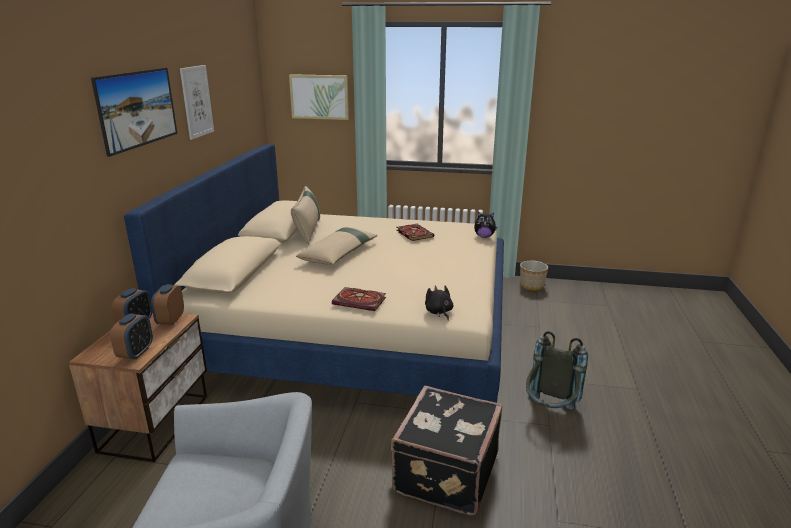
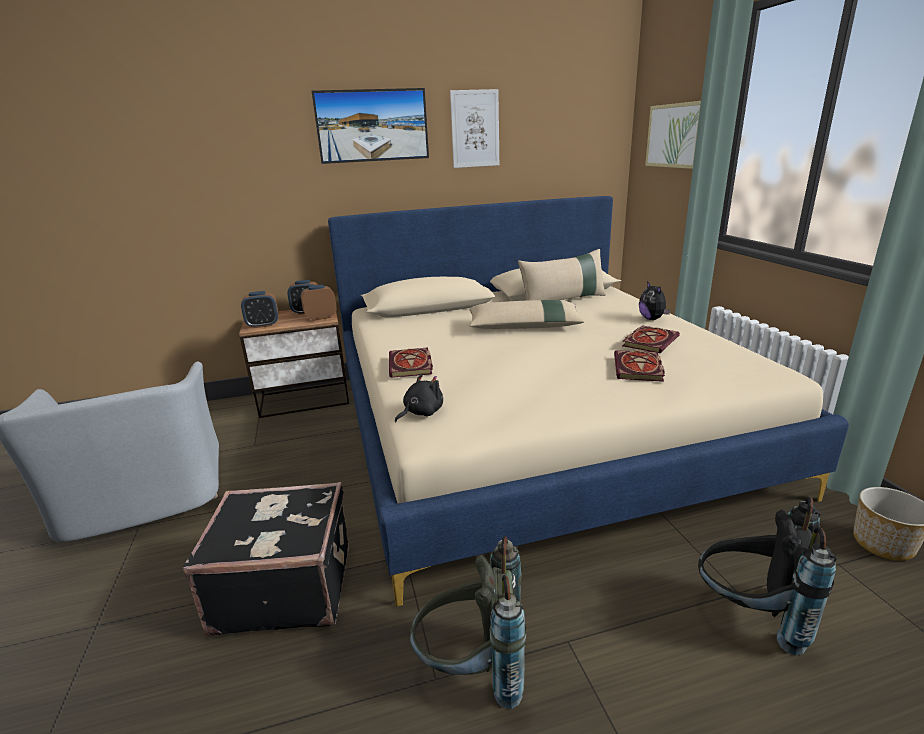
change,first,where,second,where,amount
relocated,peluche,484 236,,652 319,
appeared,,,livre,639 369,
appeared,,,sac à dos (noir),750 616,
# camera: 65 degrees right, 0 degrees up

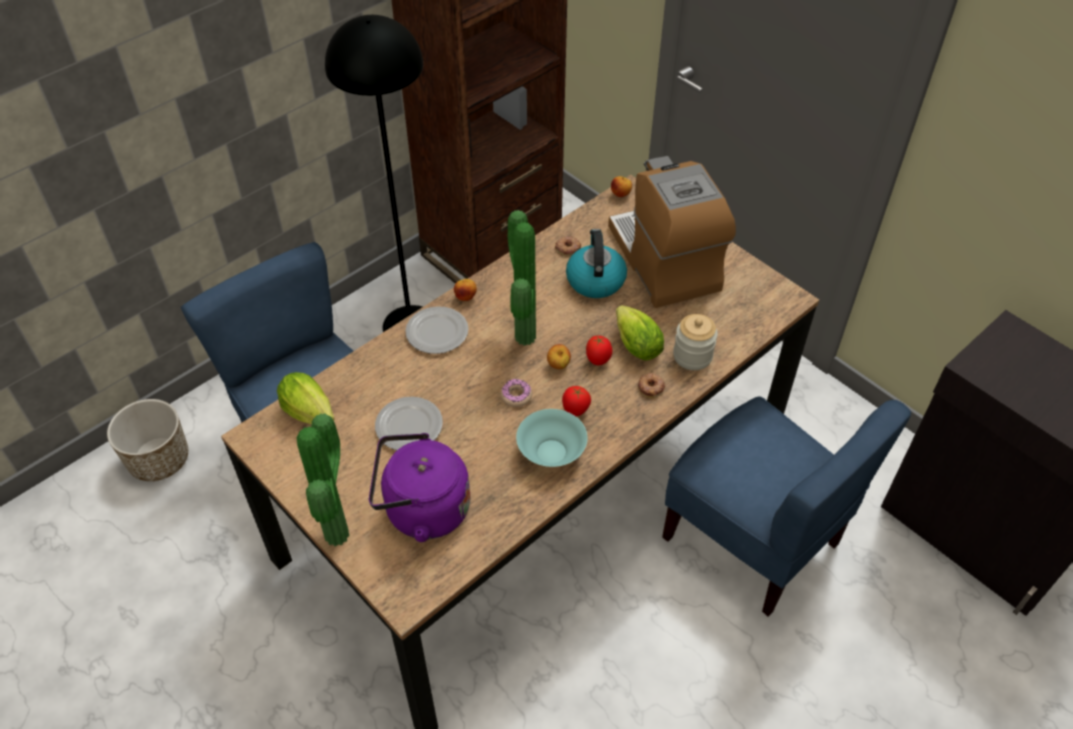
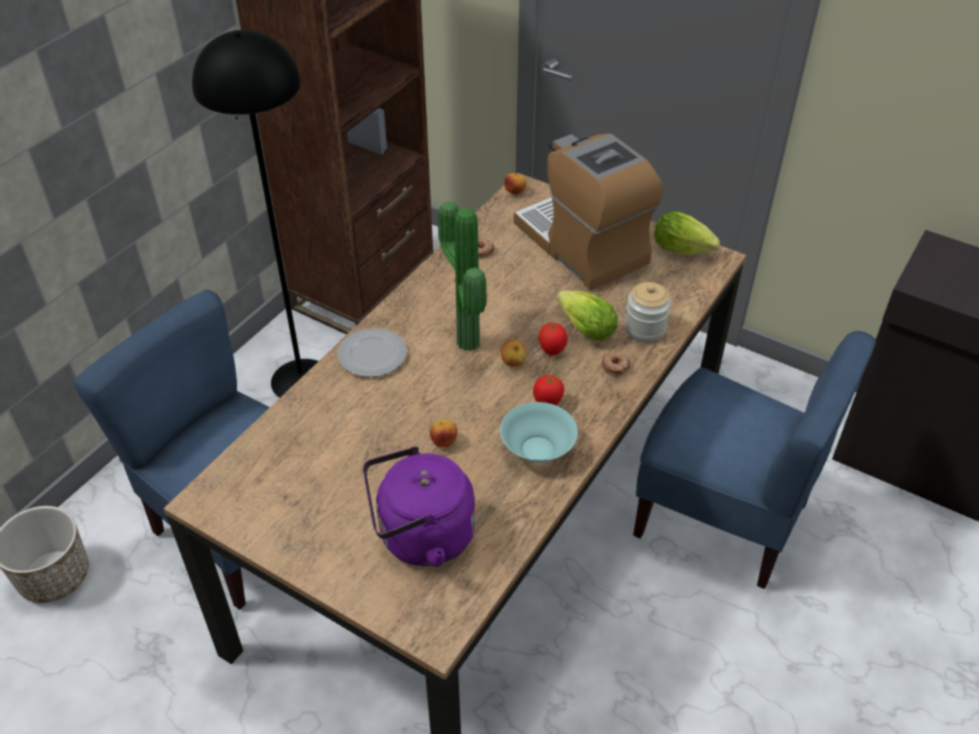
change,first,where,second,where,amount
missing,bouilloire,595 280,,,
relocated,pomme,465 297,,444 442,
relocated,laitue,312 415,,685 251,
missing,beignet,516 396,,,
missing,assiette,409 427,,,
missing,plante en pot,342 534,,,
# camera: 15 degrees left, 5 degrees down

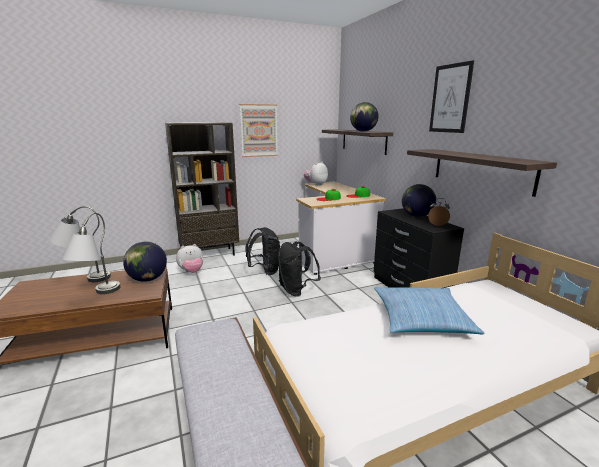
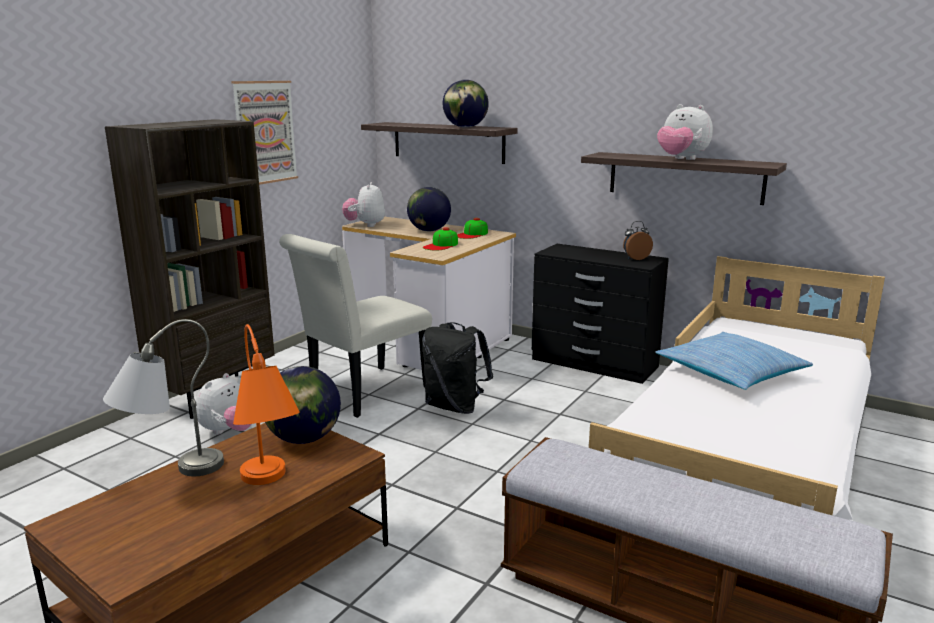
change,first,where,second,where,amount
missing,tableau,450 98,,,
relocated,globe,416 216,,429 230,
colour,lampe de table (gris),97 296,lampe de table (orange),269 488,
exchanged,sac à dos (noir),265 271,chaise (blanc),363 394,
appeared,,,peluche,681 159,
# camera: 35 degrees left, 0 degrees up

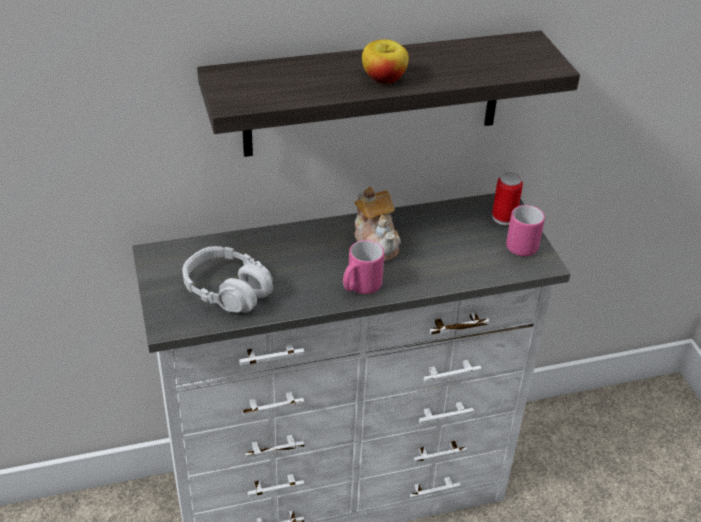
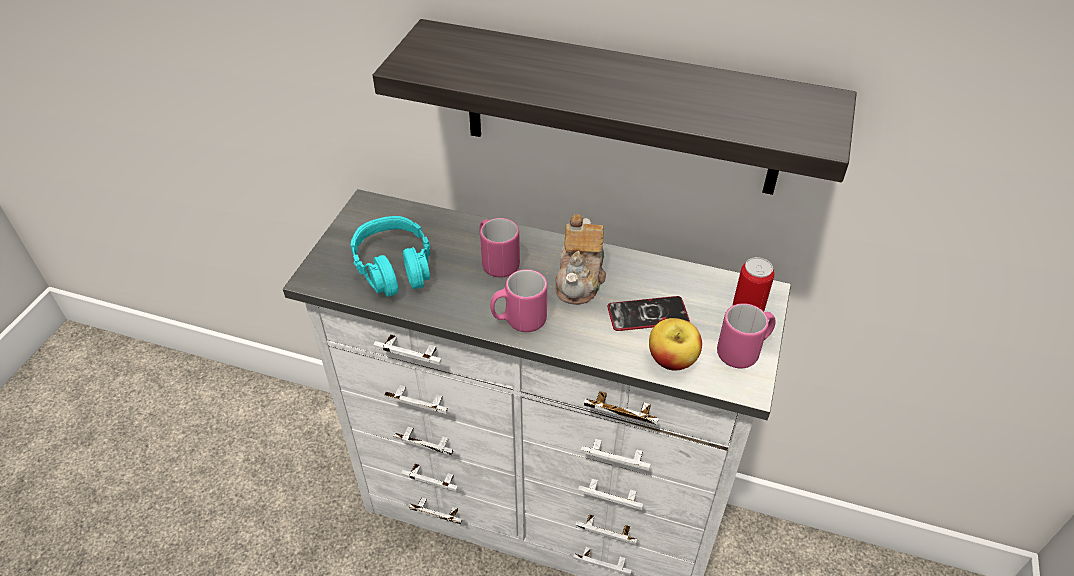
change,first,where,second,where,amount
relocated,pomme,384 79,,672 359,
colour,casque audio (gris),228 290,casque audio (turquoise),394 267,
appeared,,,mug (rose),497 262,
appeared,,,téléphone,647 315,
# camera: 35 degrees right, 5 degrees up

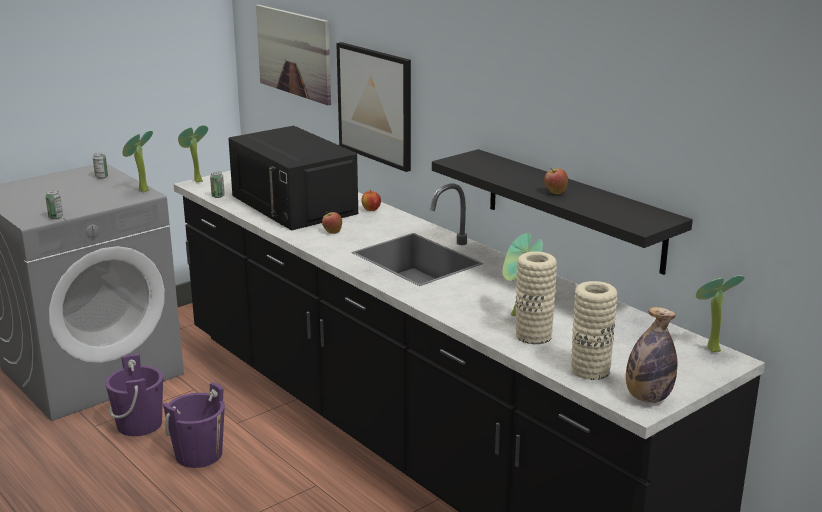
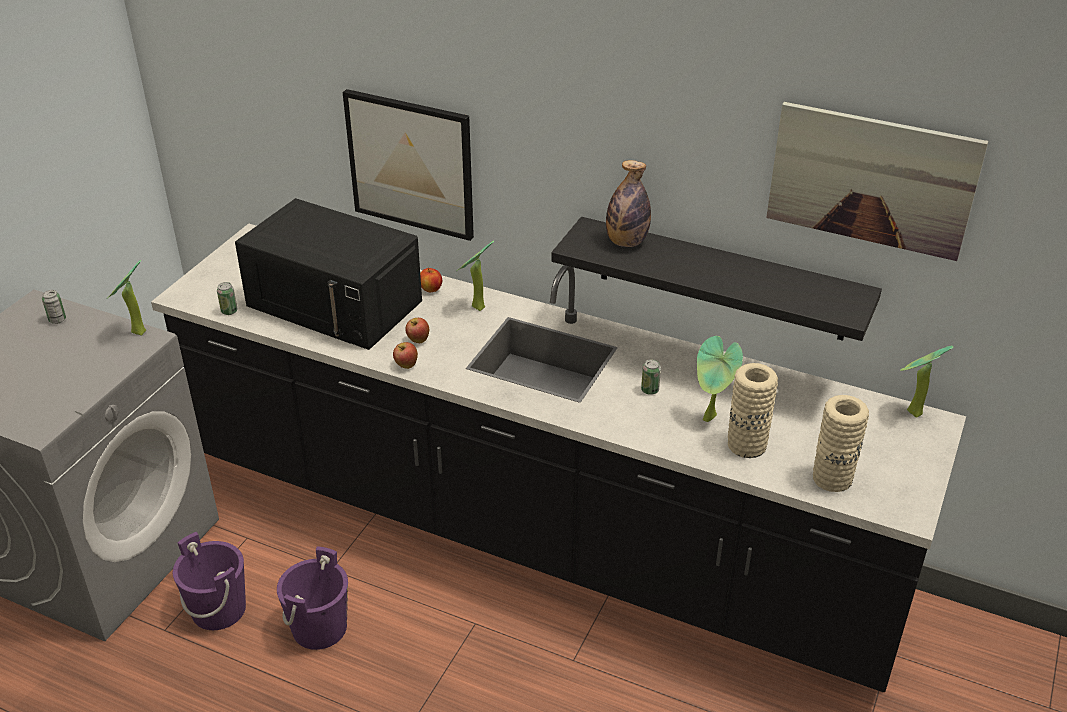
change,first,where,second,where,amount
relocated,tableau,294 53,,871 180,
relocated,plante en pot,196 181,,475 308,
relocated,pomme,555 192,,406 365,
relocated,boîte métallique,55 217,,650 390,
relocated,bouteille,648 398,,626 242,
# camera: 25 degrees left, 15 degrees up

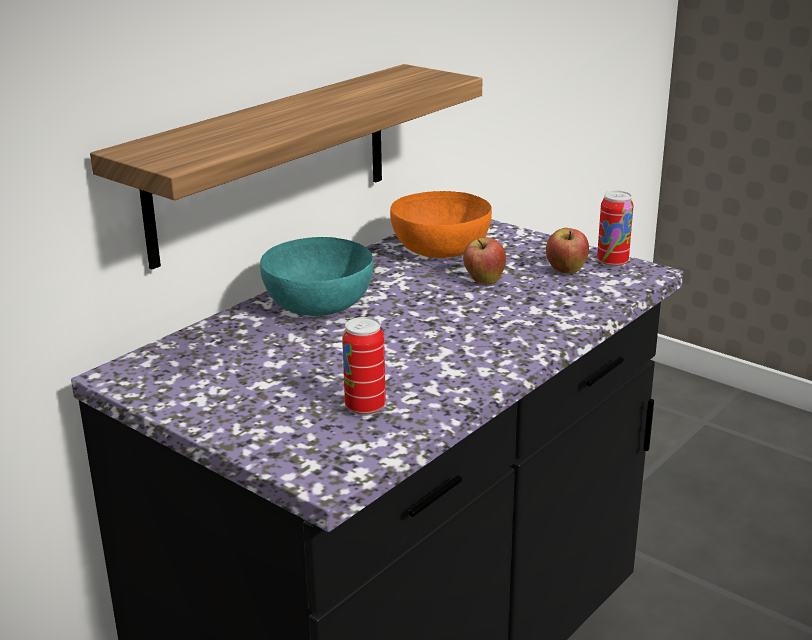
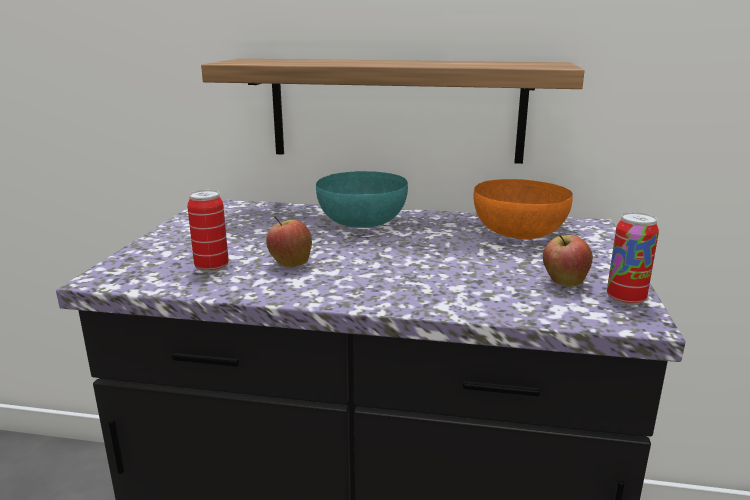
change,first,where,second,where,amount
relocated,pomme,484 281,,290 264,
# camera: 60 degrees right, 5 degrees down

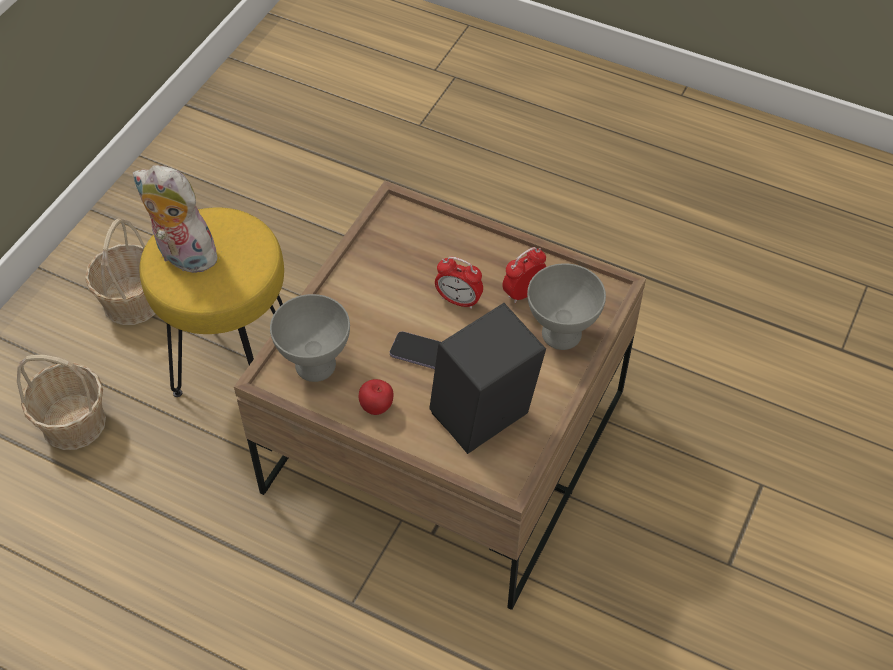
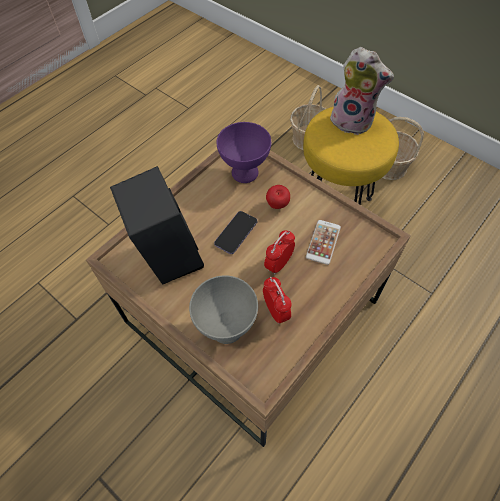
change,first,where,second,where,amount
spun,peluche,183 256,,353 121,75 degrees clockwise
colour,bol (gris),314 366,bol (violet),244 172,
relocated,pomme,377 407,,277 205,
appeared,,,téléphone,323 242,
# camera: 105 degrees right, 5 degrees up

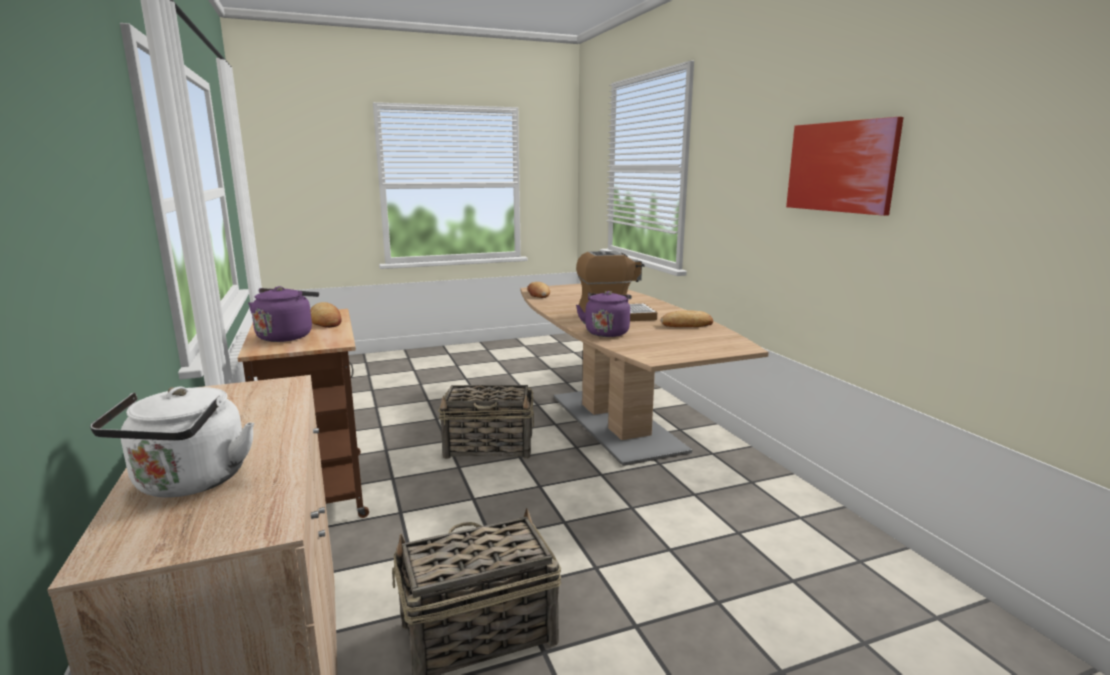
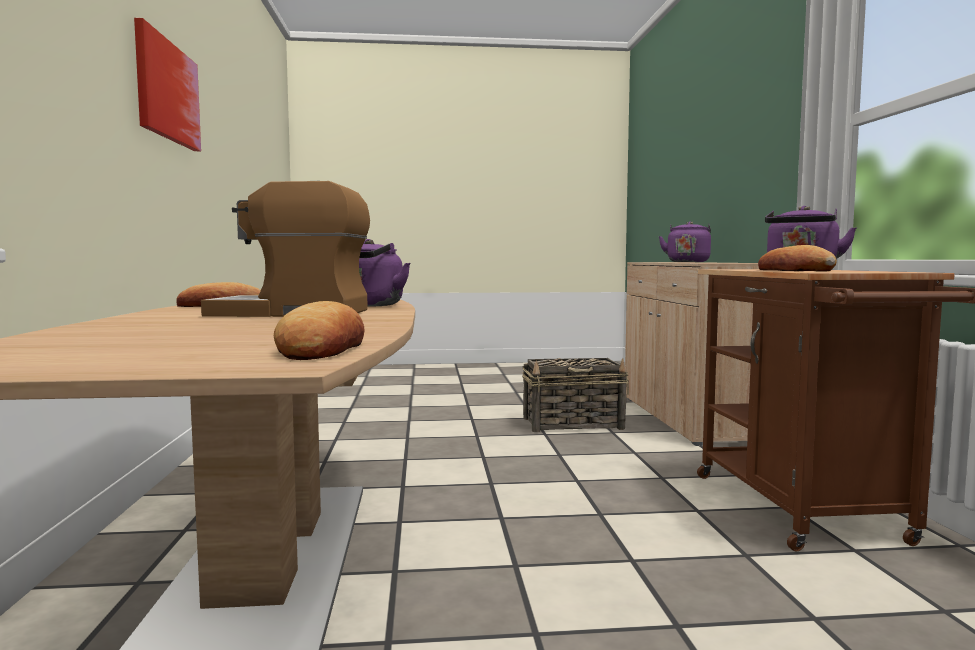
change,first,where,second,where,amount
missing,panier,490 447,,,
colour,bouilloire (blanc),188 483,bouilloire (violet),687 262,
# camera: 165 degrees left, 10 degrees down

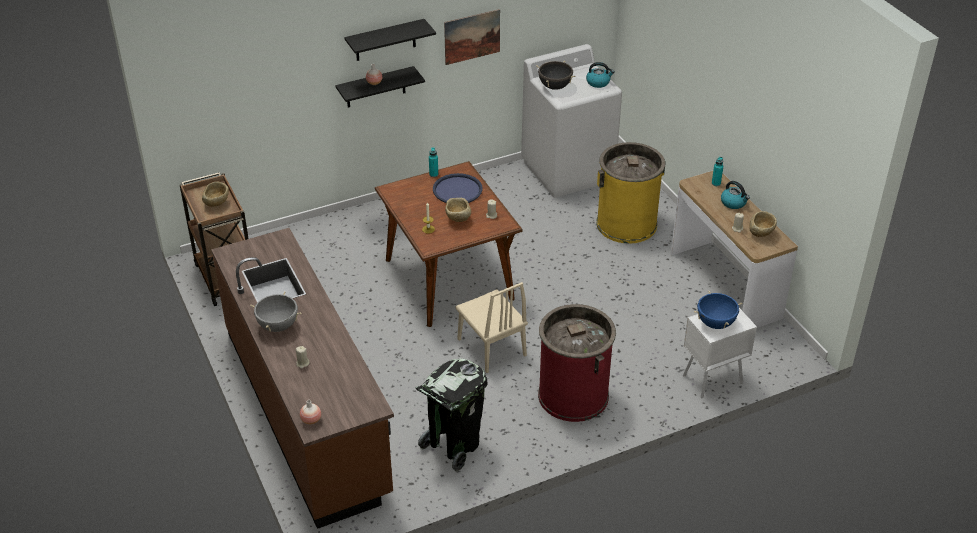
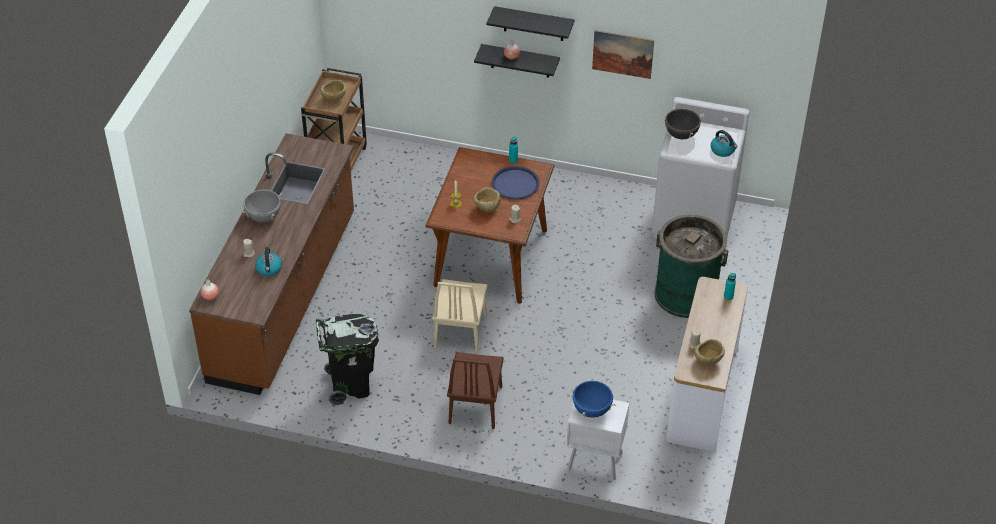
change,first,where,second,where,amount
colour,poubelle (jaune),626 224,poubelle (vert),685 294,
relocated,bouilloire,734 203,,269 269,
exchanged,poubelle (rouge),573 395,chaise (marron),475 404,
# camera: 40 degrees right, 5 degrees up

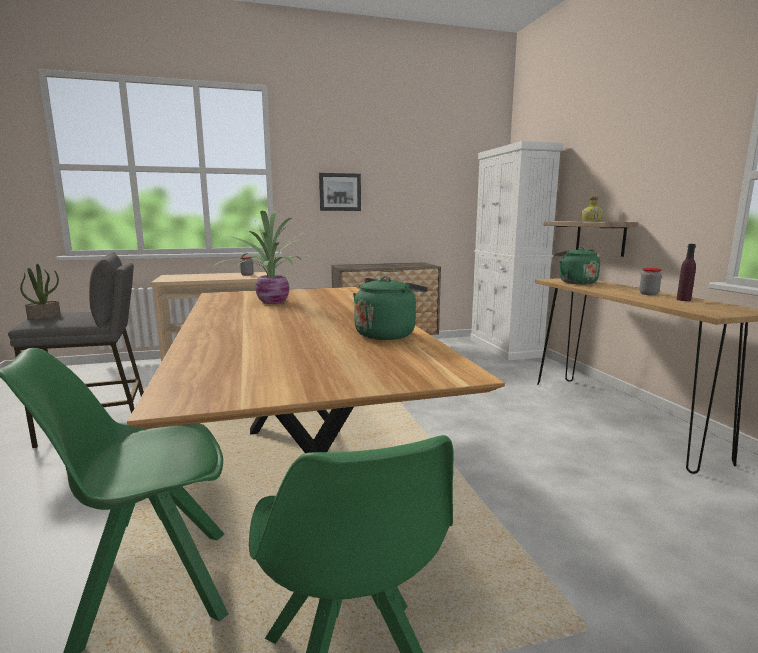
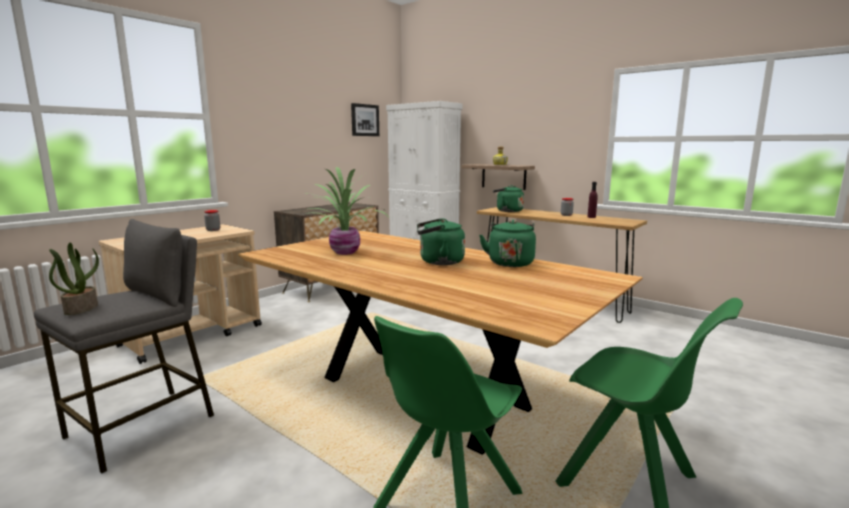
change,first,where,second,where,amount
relocated,tableau,340 192,,364 120,
appeared,,,bouilloire (vert),438 262,
# camera: 35 degrees left, 0 degrees up

